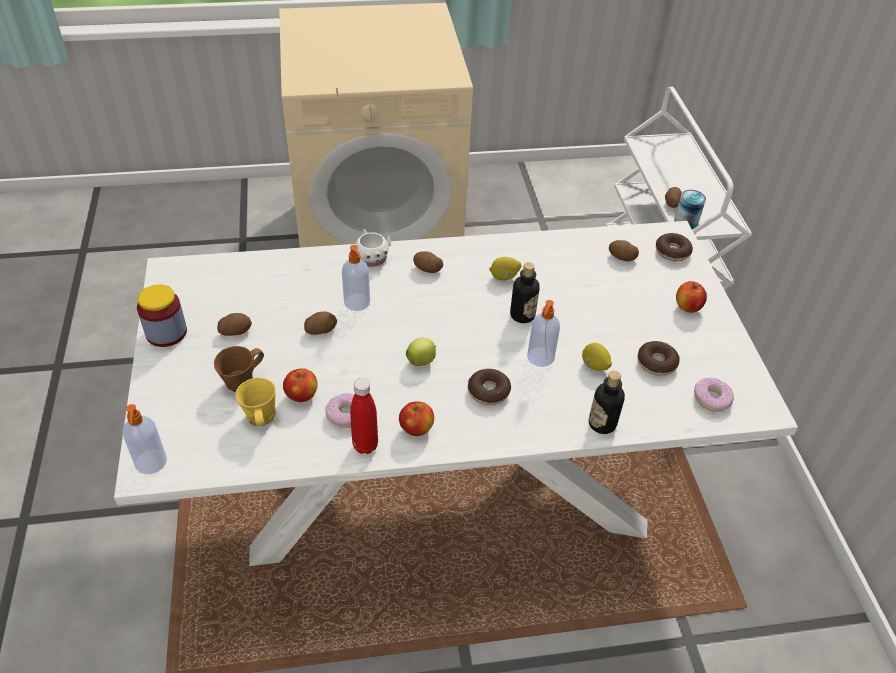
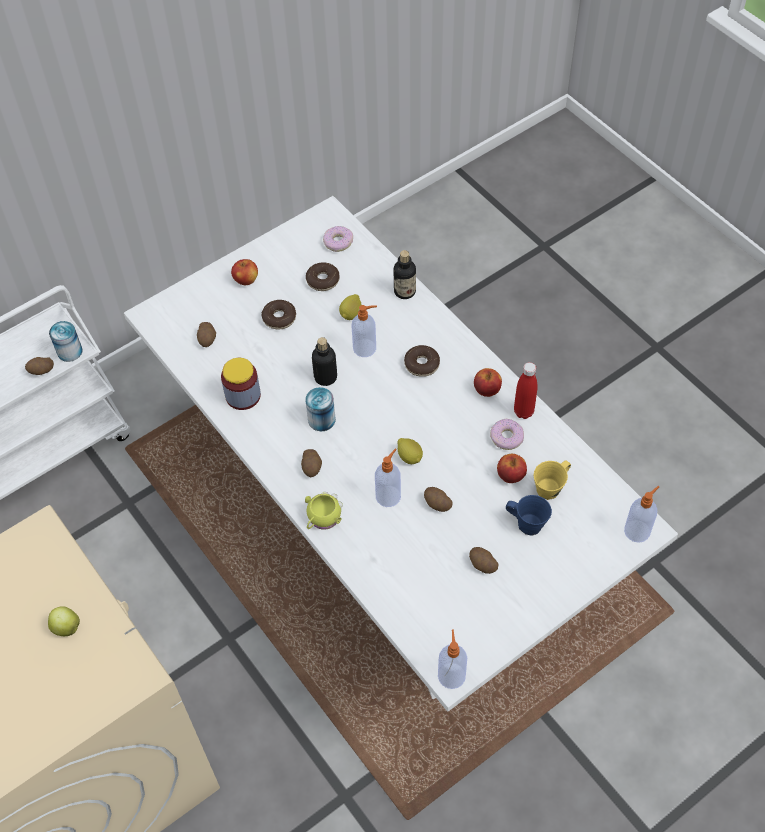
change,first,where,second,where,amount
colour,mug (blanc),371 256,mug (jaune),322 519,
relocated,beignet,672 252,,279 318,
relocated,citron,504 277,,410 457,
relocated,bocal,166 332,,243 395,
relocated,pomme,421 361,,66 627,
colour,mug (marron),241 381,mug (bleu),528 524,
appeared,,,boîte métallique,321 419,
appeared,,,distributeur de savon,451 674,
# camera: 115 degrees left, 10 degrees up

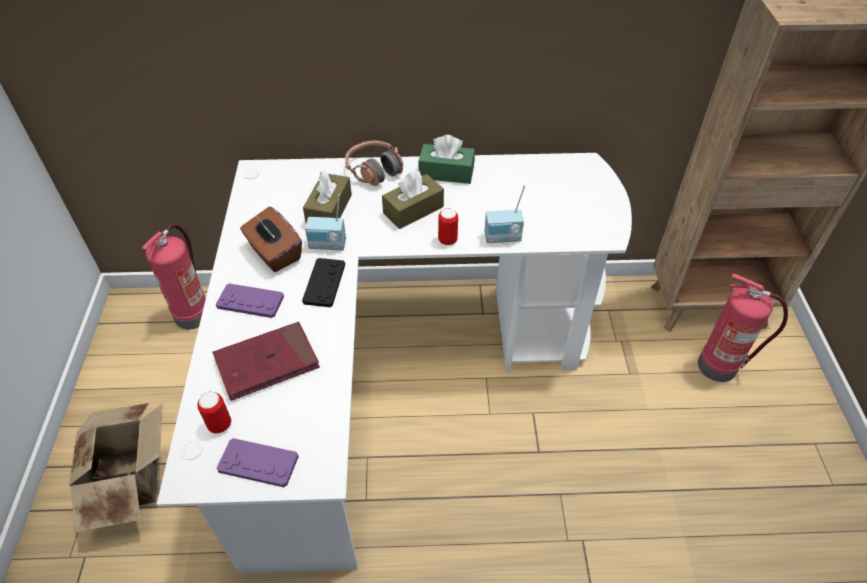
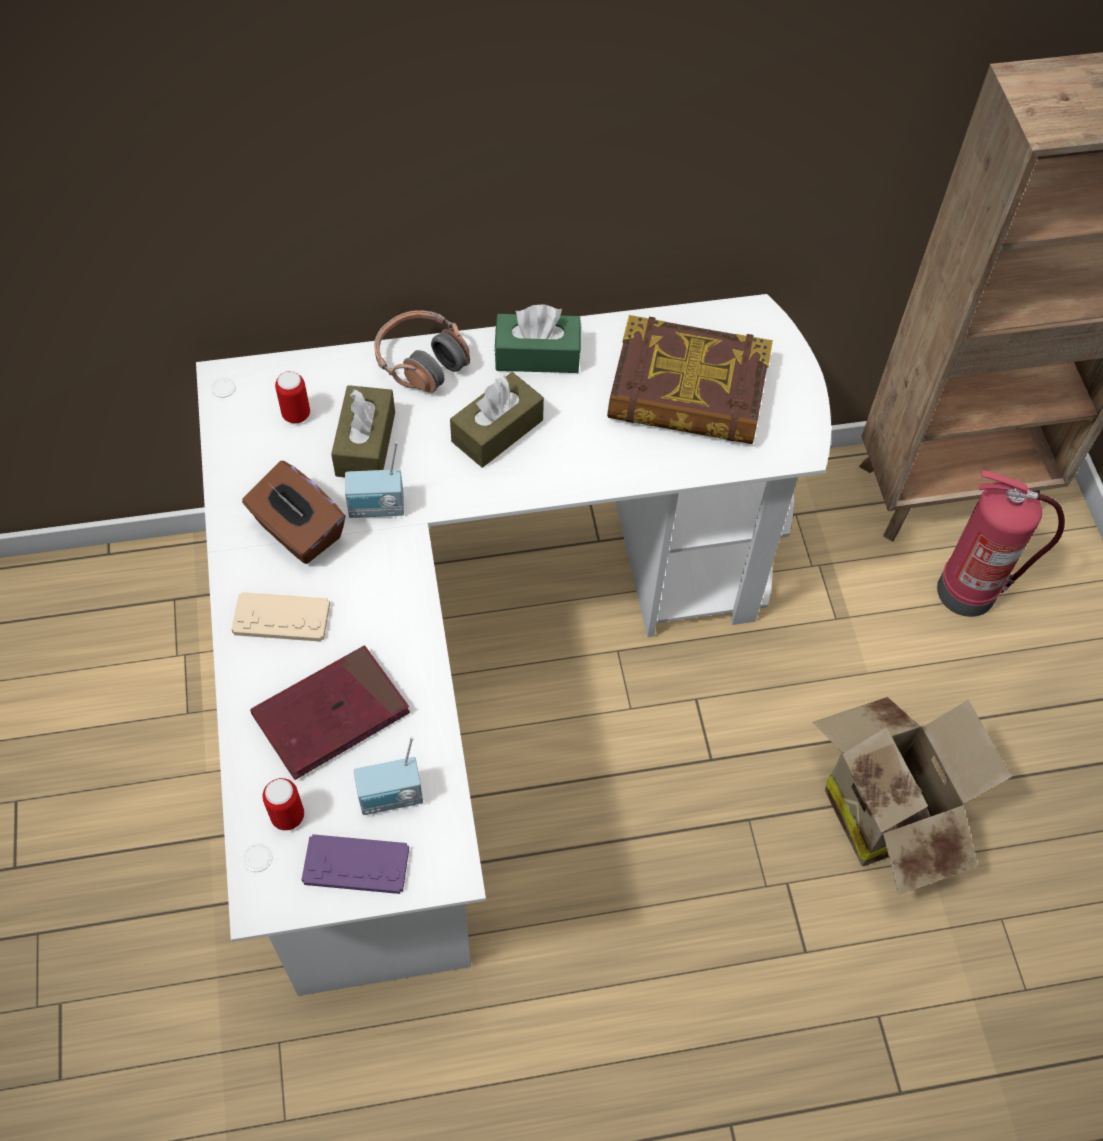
change,first,where,second,where,amount
relocated,radio,502 238,,391 799,
relocated,boîte métallique,447 240,,296 414,
missing,extincteur,193 313,,,
missing,manette (noir),324 283,,,
colour,manette (violet),250 301,manette (beige),281 618,
relocated,carton,135 479,,887 809,
appeared,,,livre,687 392,
# camera: 10 degrees left, 10 degrees up

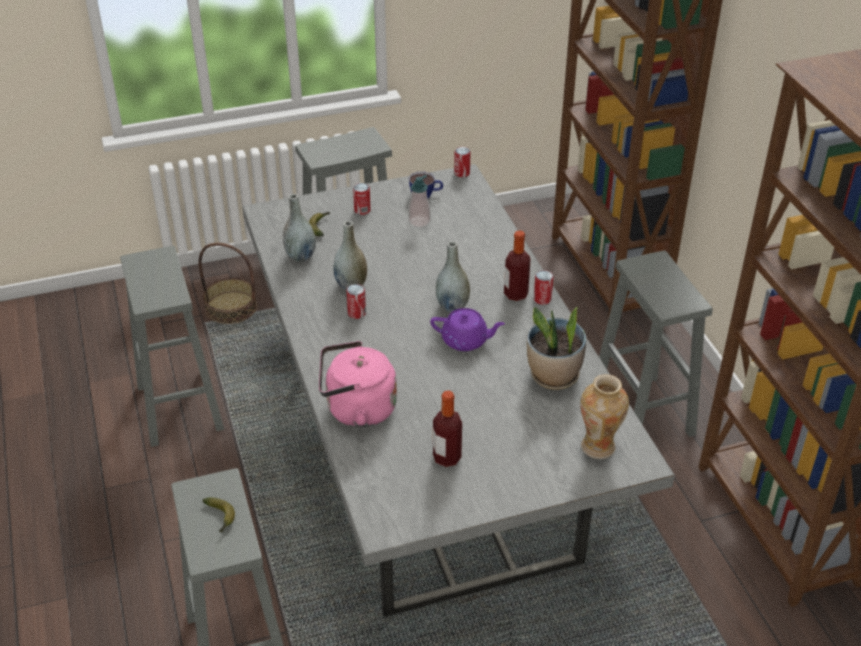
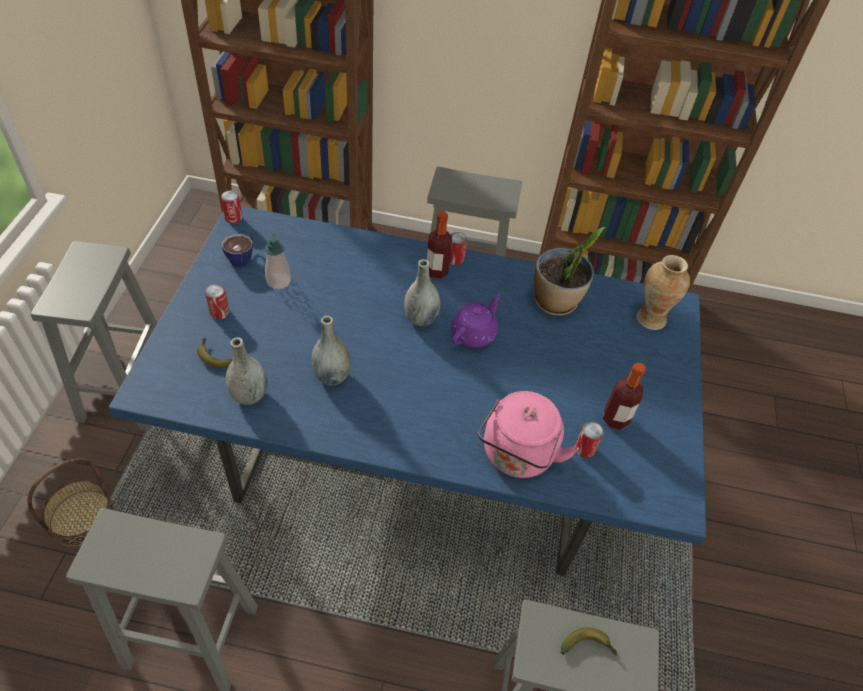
change,first,where,second,where,amount
colour,table à manger (gris),431 464,table à manger (bleu),421 456,
relocated,boîte métallique,356 313,,584 449,
# camera: 65 degrees left, 10 degrees up

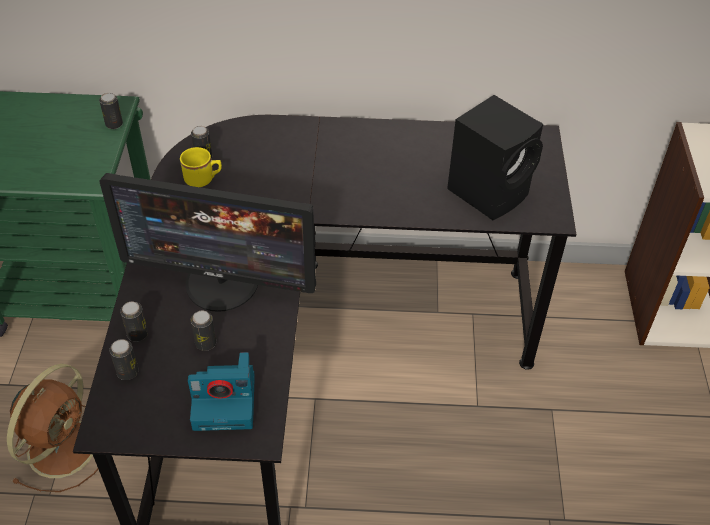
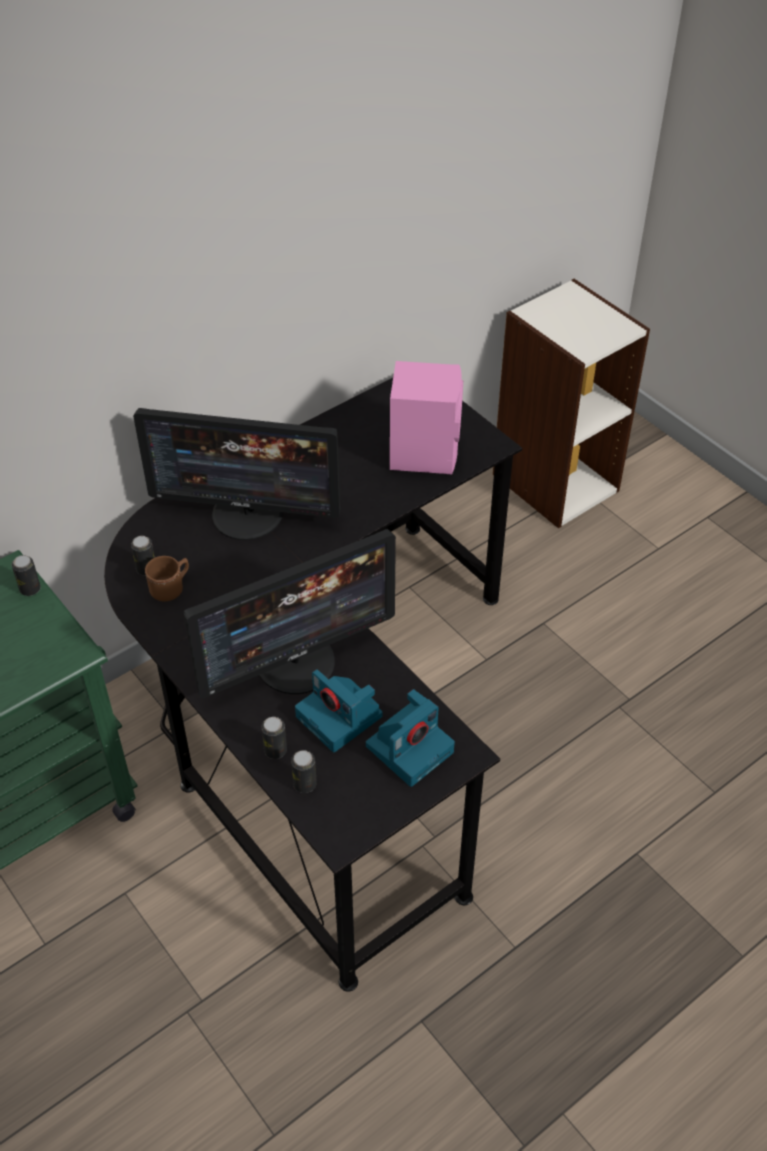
change,first,where,second,where,amount
colour,enceinte (noir),490 191,enceinte (rose),424 451,
colour,mug (jaune),203 179,mug (marron),171 588,
exchanged,boîte métallique,205 343,appareil photo,341 717,
missing,ventilateur (marron),64 445,,,
appeared,,,écran d'ordinateur,248 514,
# camera: 40 degrees left, 0 degrees up

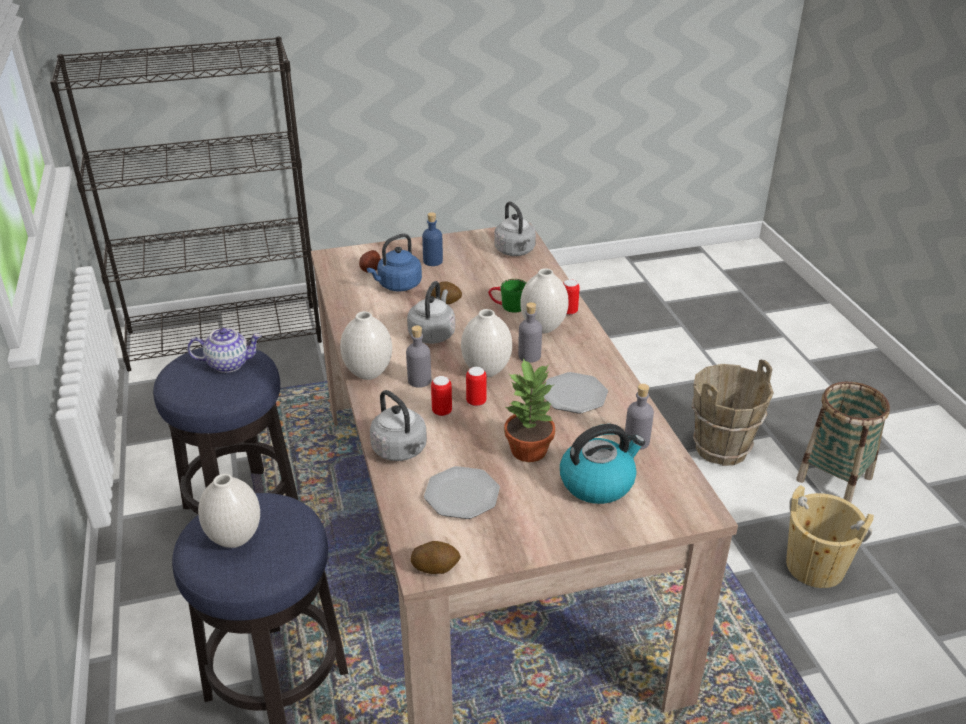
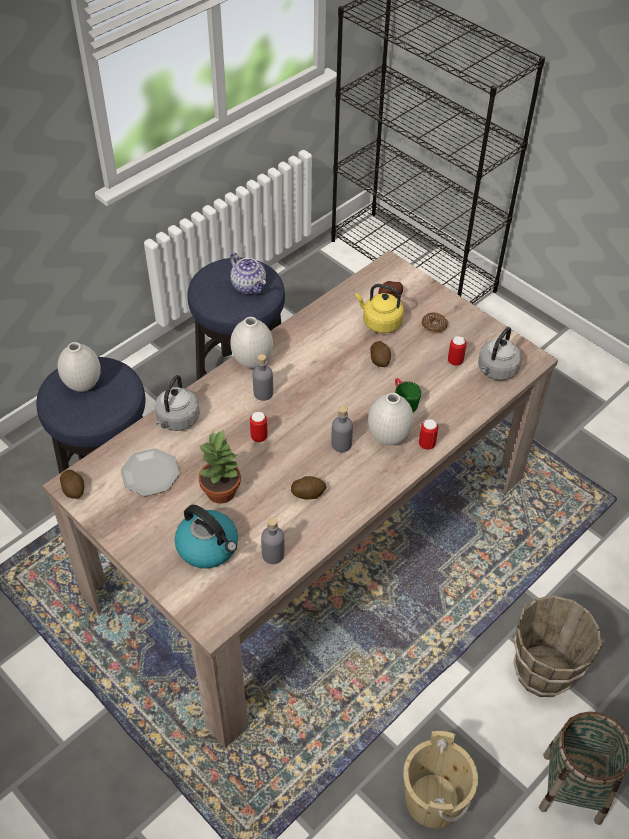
change,first,where,second,where,amount
exchanged,bouteille (bleu),433 261,beignet,434 326,
colour,bouilloire (bleu),397 285,bouilloire (jaune),380 322,
missing,bouilloire (gris),432 334,,,
missing,vase (blanc),485 370,,,
exchanged,assiette,574 395,pomme de terre,308 493,
relocated,boîte métallique,442 411,,455 361,
# camera: 60 degrees right, 15 degrees up

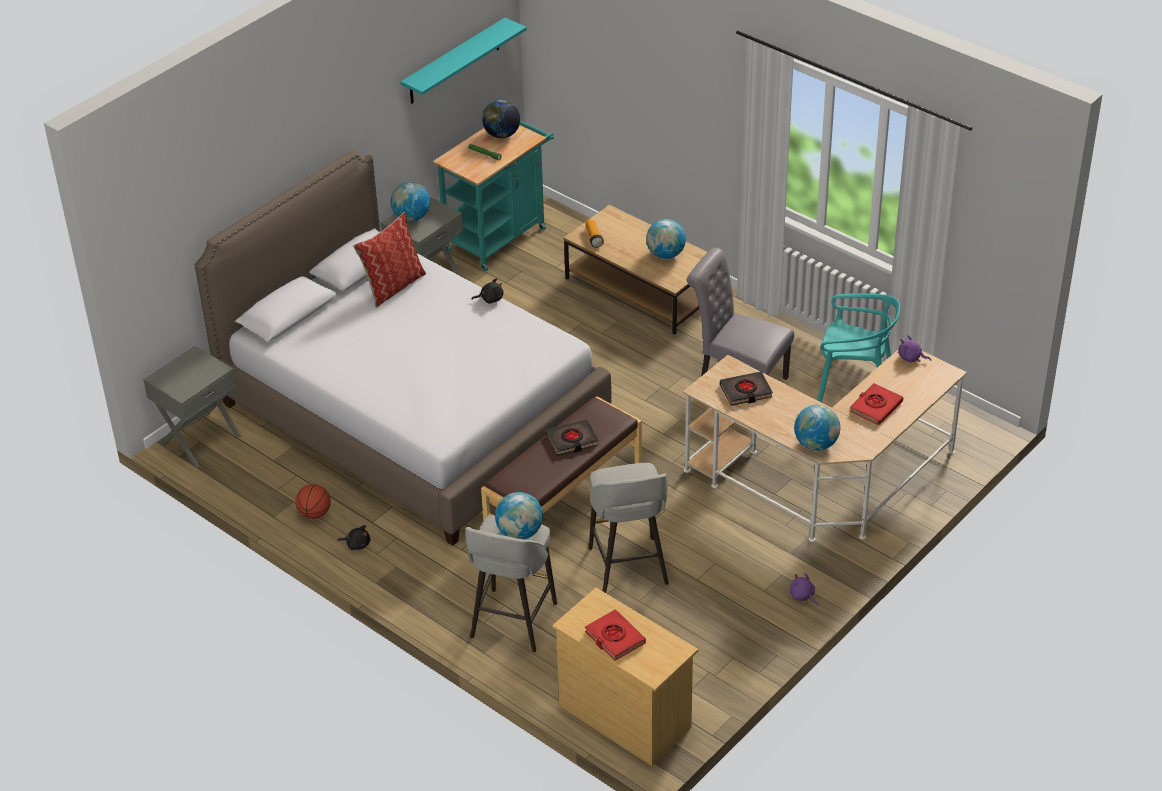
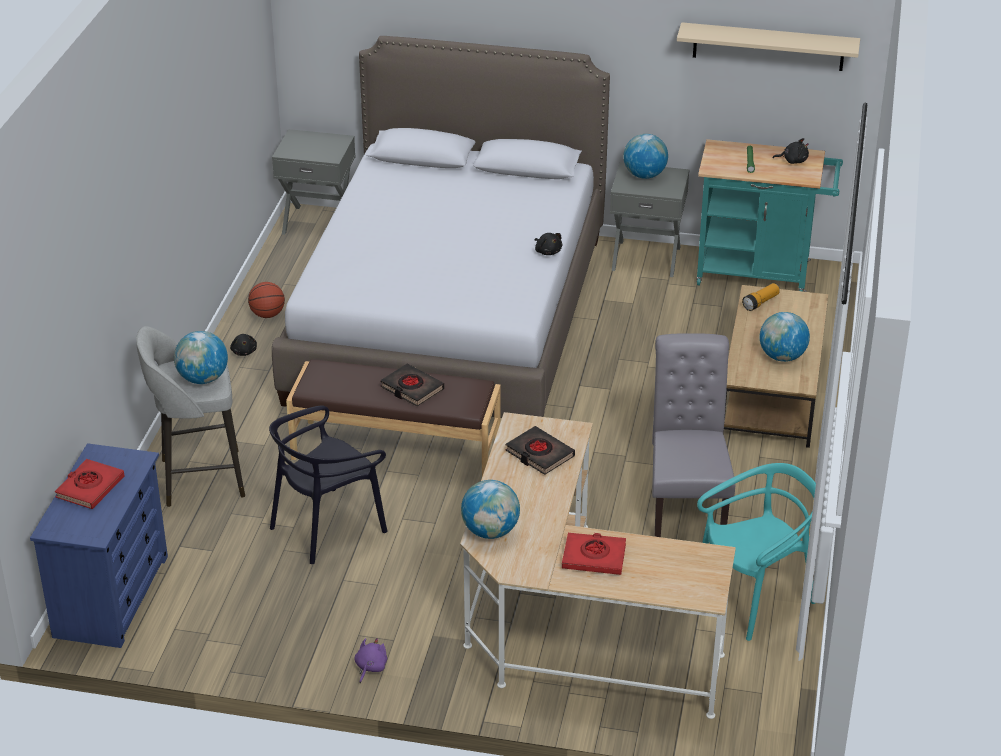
change,first,where,second,where,amount
colour,étagère (turquoise),454 62,étagère (beige),768 46,
exchanged,globe,502 135,peluche (noir),793 160,
missing,coussin,393 286,,,
spun,chaise (turquoise),853 387,,754 597,105 degrees counterclockwise
missing,peluche (violet),911 358,,,
exchanged,tabouret (gris),628 568,chaise (noir),327 527,
colour,commode (beige),624 716,commode (bleu),112 595,
# camera: 60 degrees right, 5 degrees down

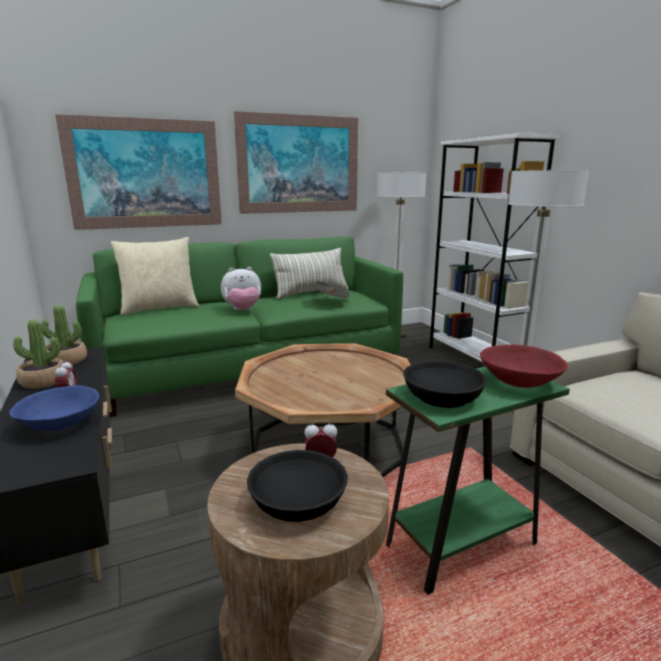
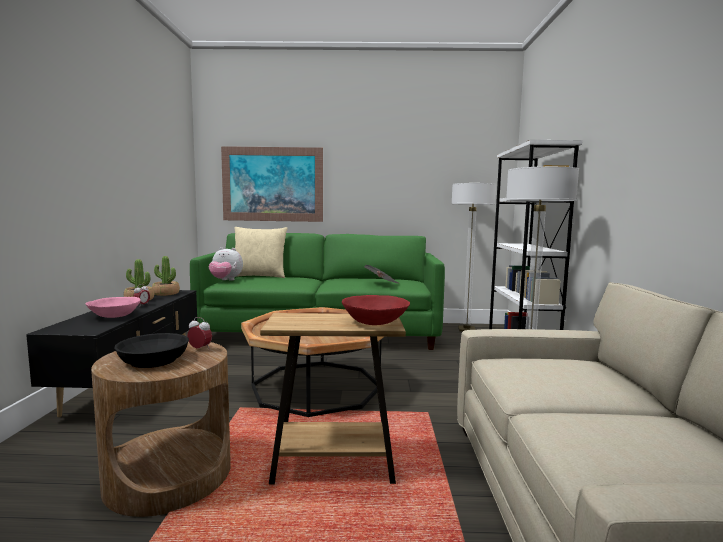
change,first,where,second,where,amount
missing,tableau,299 164,,,
missing,coussin,311 293,,,
relocated,peluche,243 310,,225 280,
missing,bol (noir),442 396,,,
colour,table d'appoint (vert),461 545,table d'appoint (marron),333 466,
colour,bol (bleu),60 424,bol (rose),114 316,
# camera: 25 degrees right, 10 degrees down

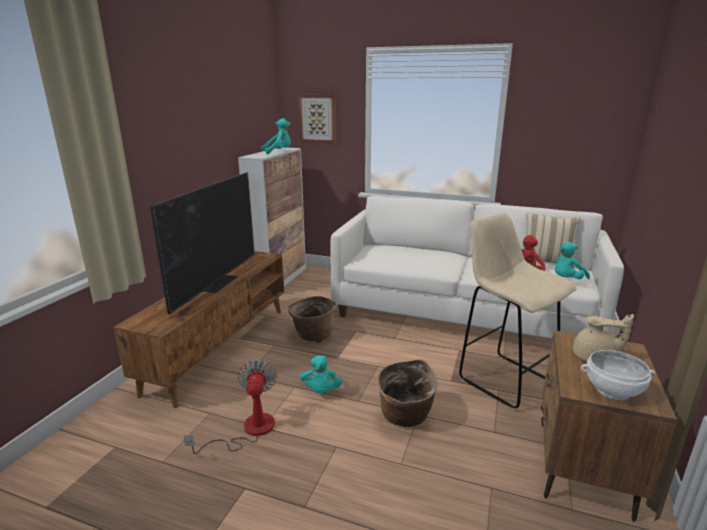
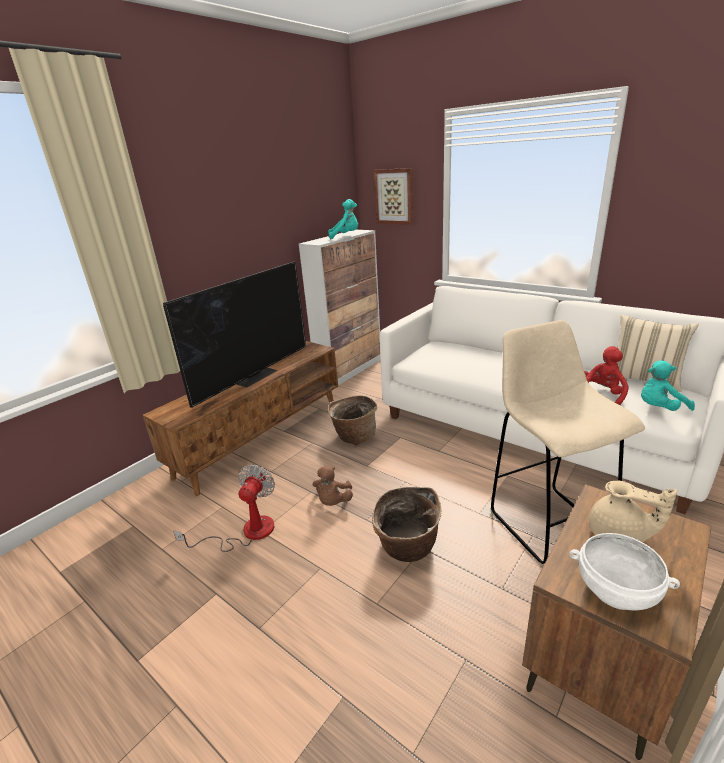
change,first,where,second,where,amount
colour,peluche (turquoise),321 391,peluche (marron),333 501,
# camera: 20 degrees right, 5 degrees up

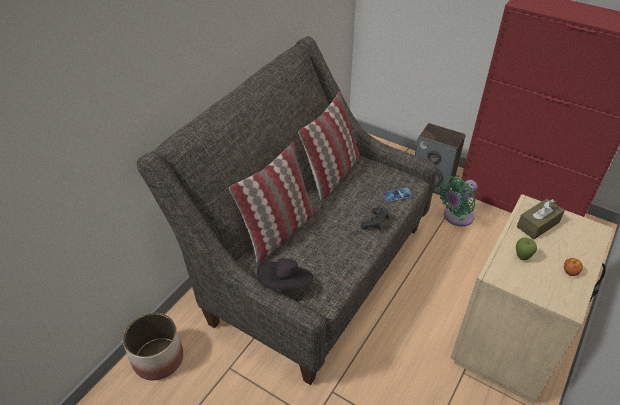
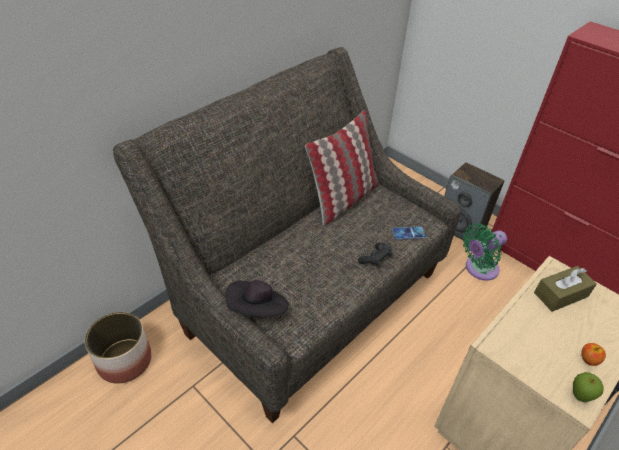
change,first,where,second,where,amount
missing,coussin,279 232,,,
relocated,pomme,521 258,,579 397,
# camera: 10 degrees right, 0 degrees up

